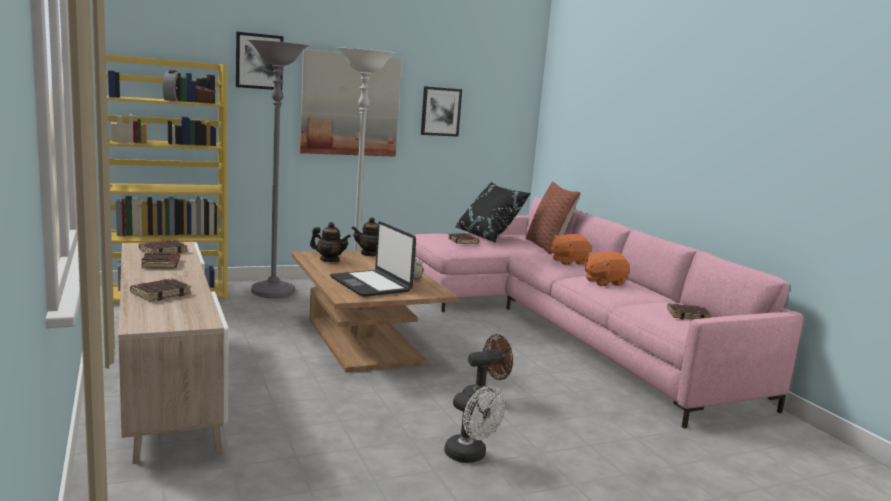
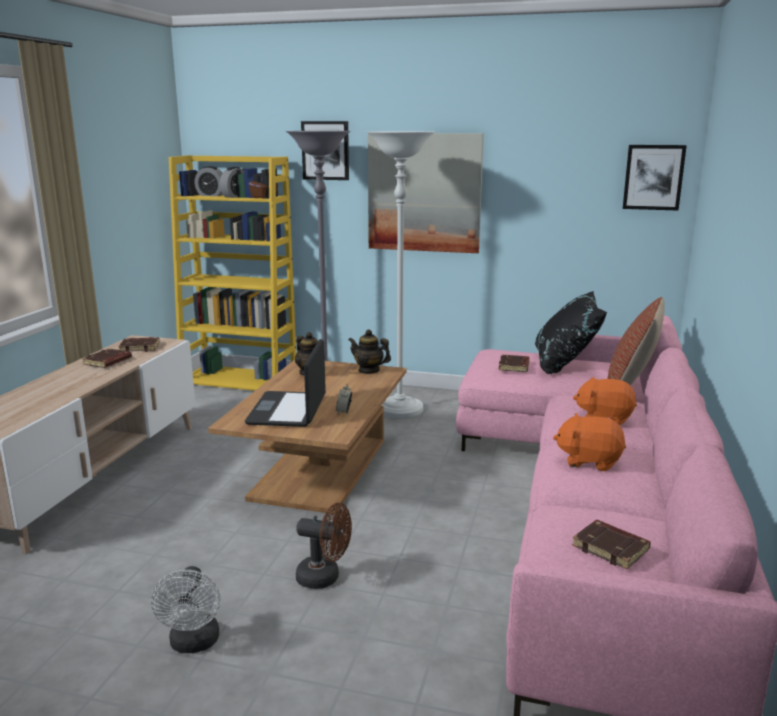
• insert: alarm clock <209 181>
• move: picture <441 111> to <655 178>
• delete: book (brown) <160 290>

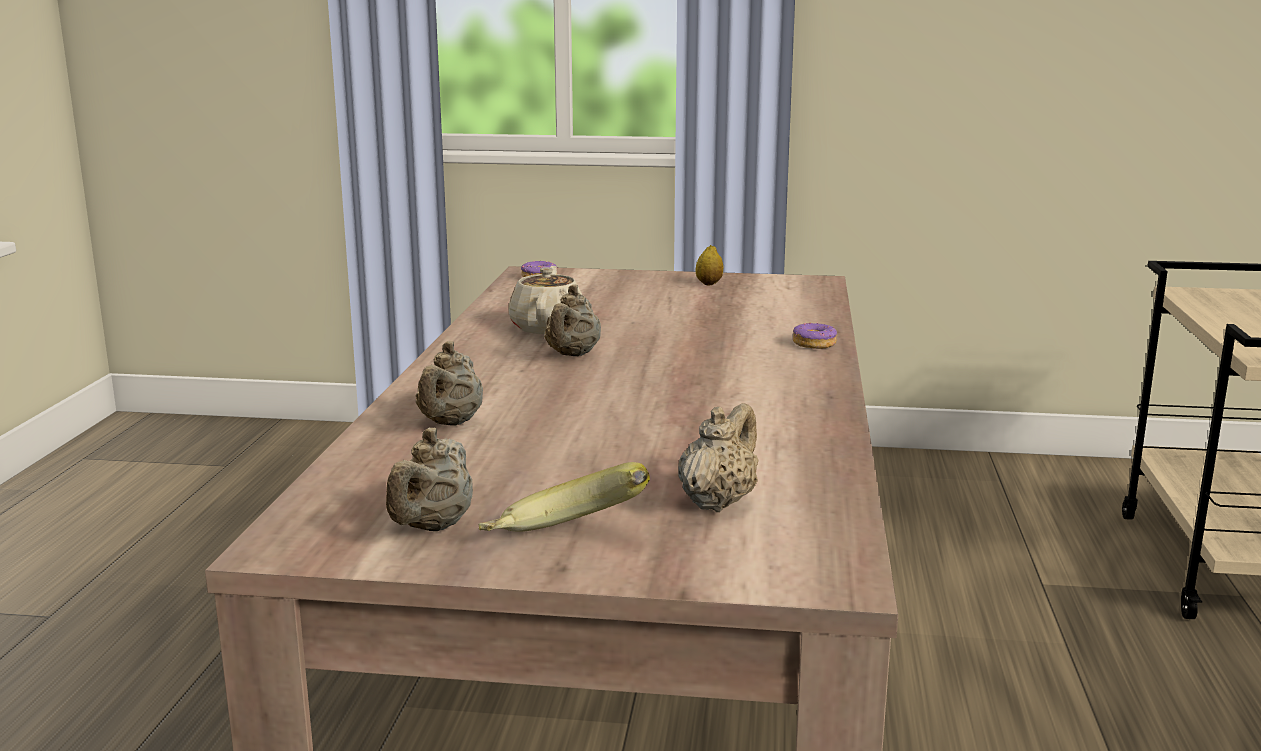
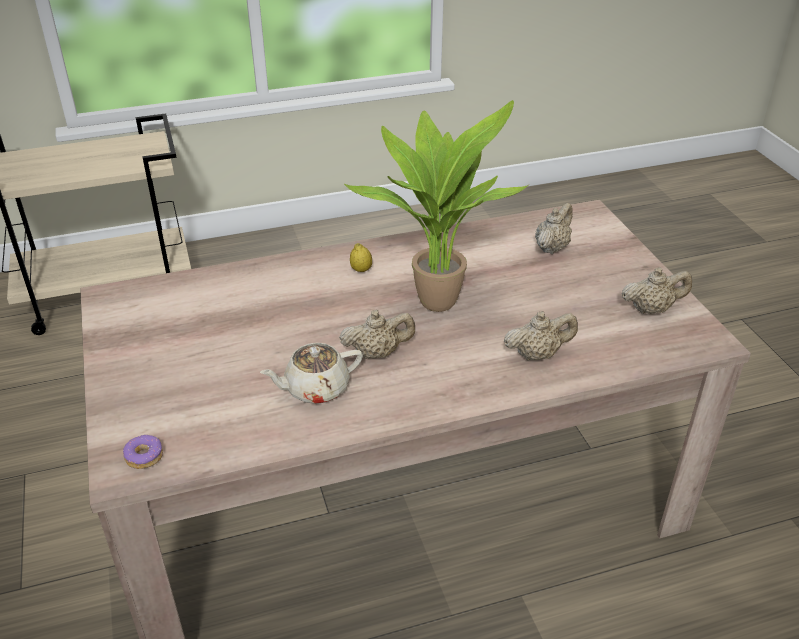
• insert: potted plant <436 206>
• move: lemon <710 265> to <361 257>
• rotate: teapot (beige) <718 457> = <554 228> 120 degrees clockwise
• delete: banana <564 497>
• delete: donut <815 336>

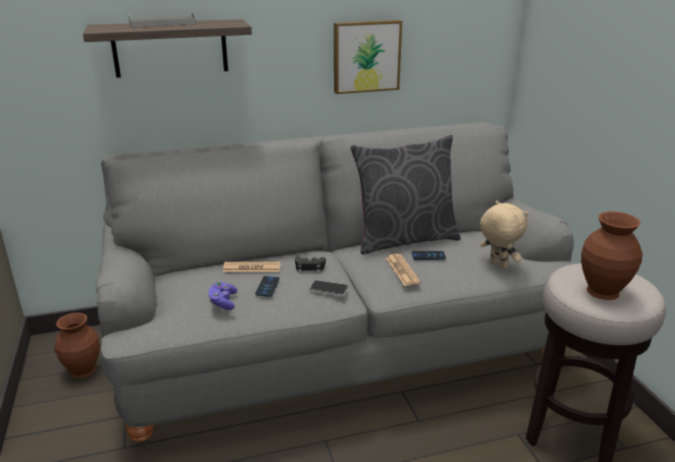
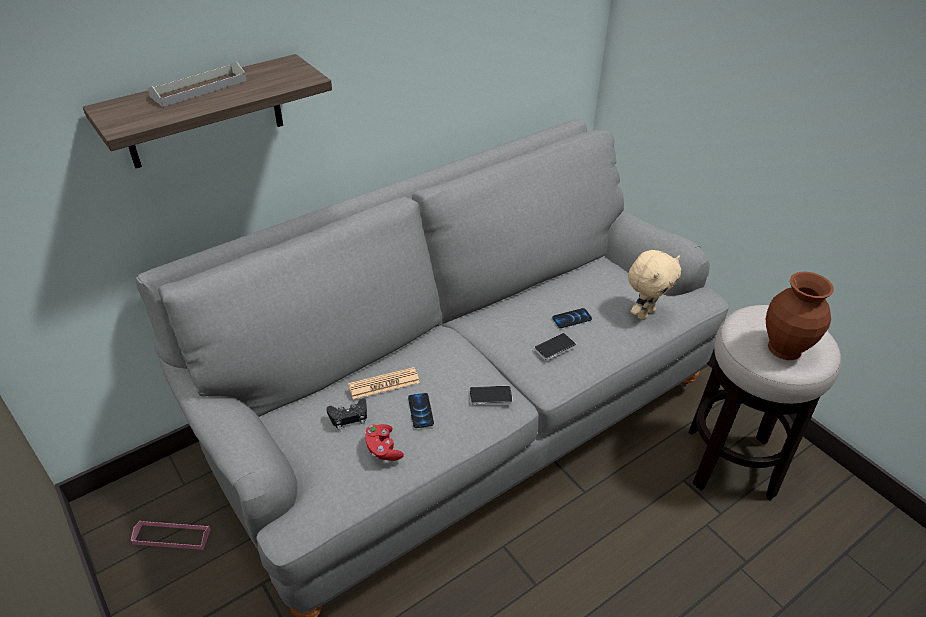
• replace: vase (brown) <77 345> to tray (pink) <171 535>
• move: game controller (black) <310 265> to <346 413>
• recolor: game controller (purple) <223 295> to game controller (red) <384 442>
• replace: newspaper <403 270> to phone <555 346>
• rotate: plush toy (beige) <504 234> = <654 285> 105 degrees clockwise
• delete: picture <368 57>
• delete: pillow (grey) <406 194>

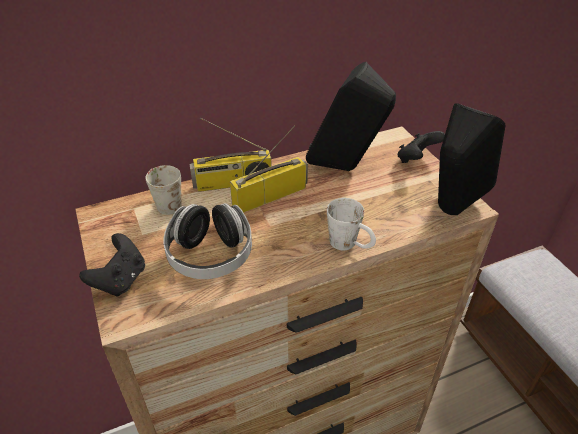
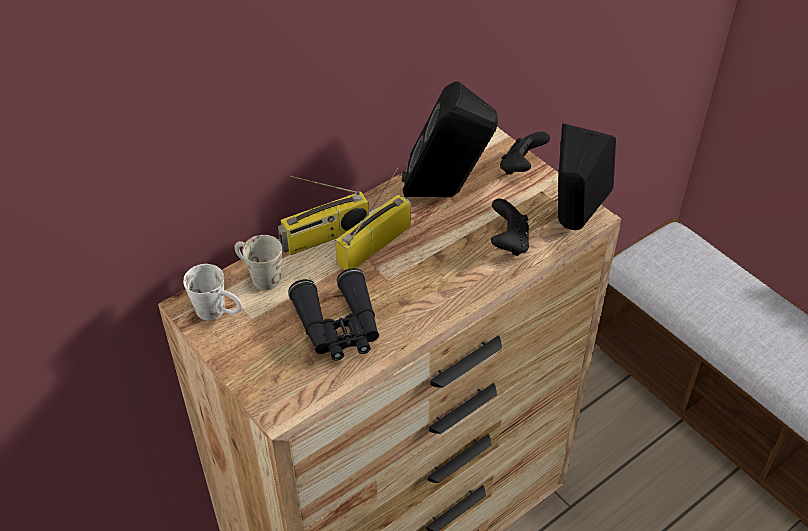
• move: mug (white) <351 224> to <213 292>
• replace: headphones <207 241> to binoculars (black) <333 314>
• move: game controller (black) <112 265> to <510 227>

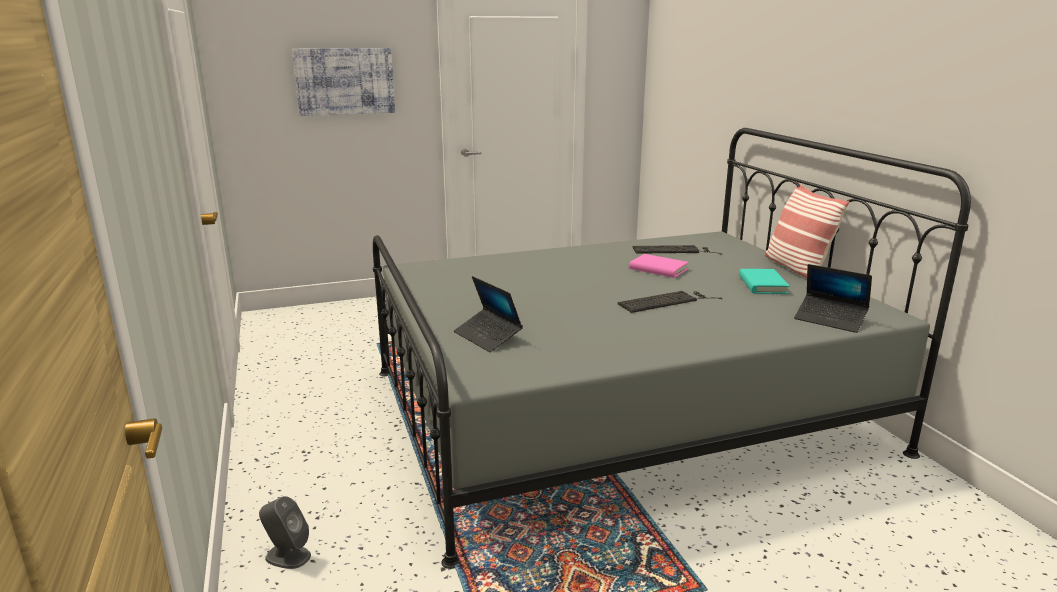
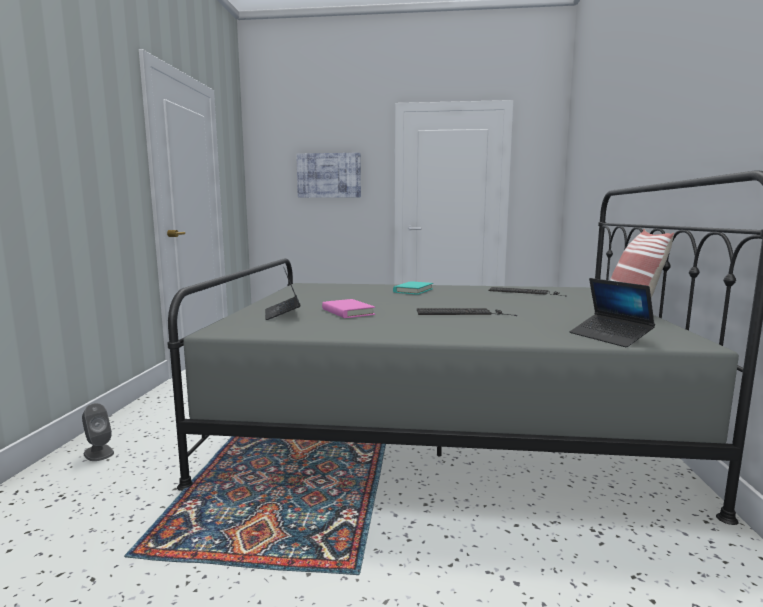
• move: book (pink) <658 266> to <348 308>
• move: book (turquoise) <764 281> to <413 288>

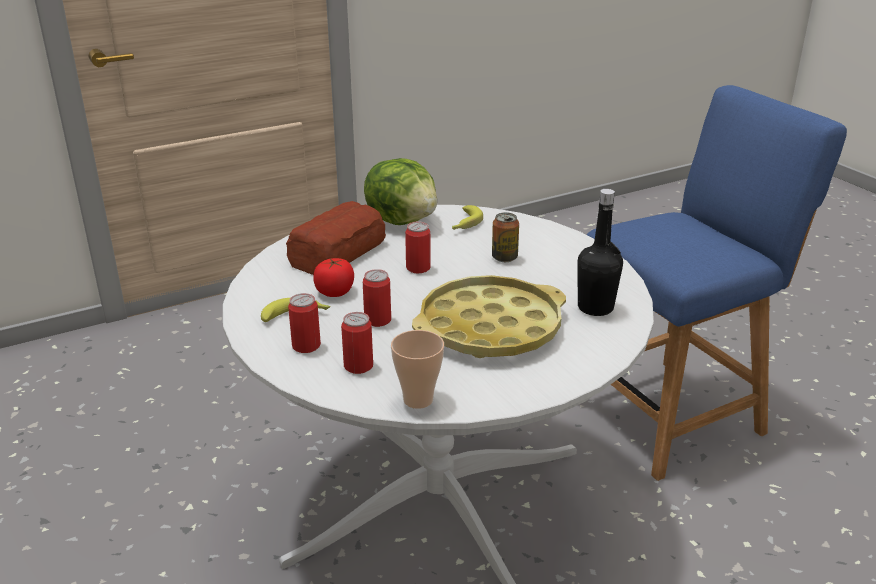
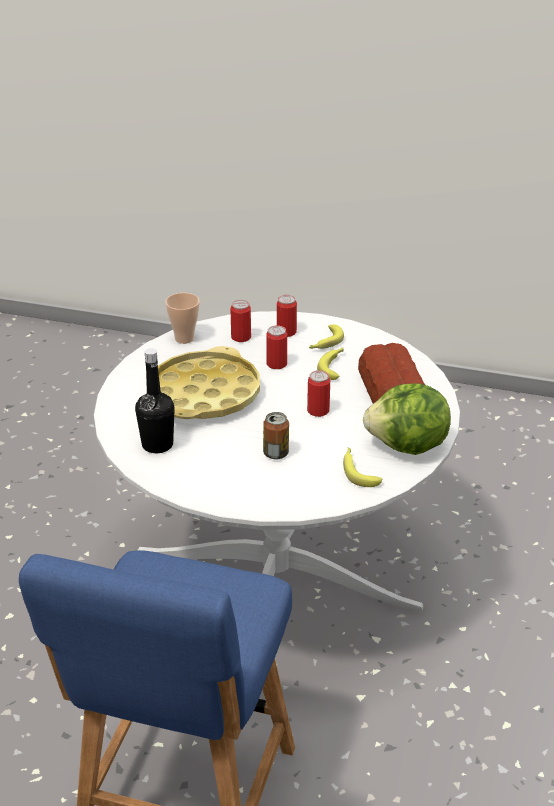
• replace: tomato <333 277> to banana <330 364>

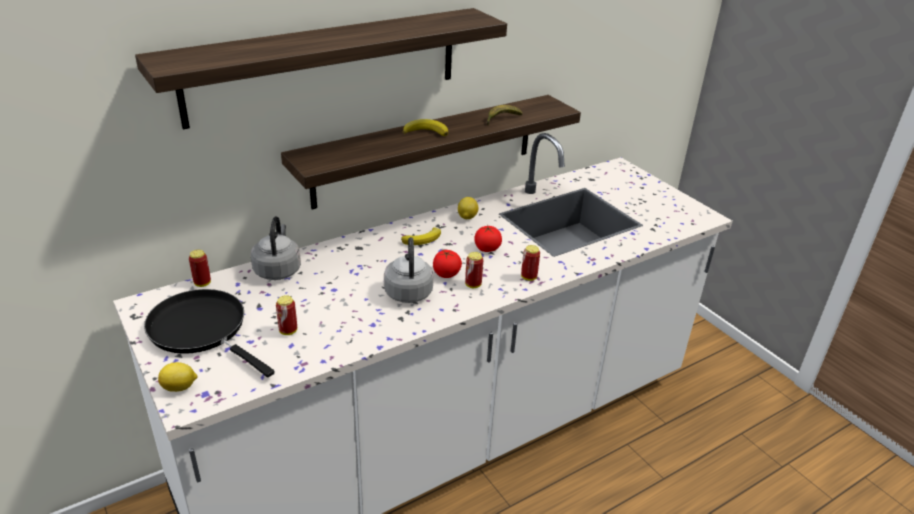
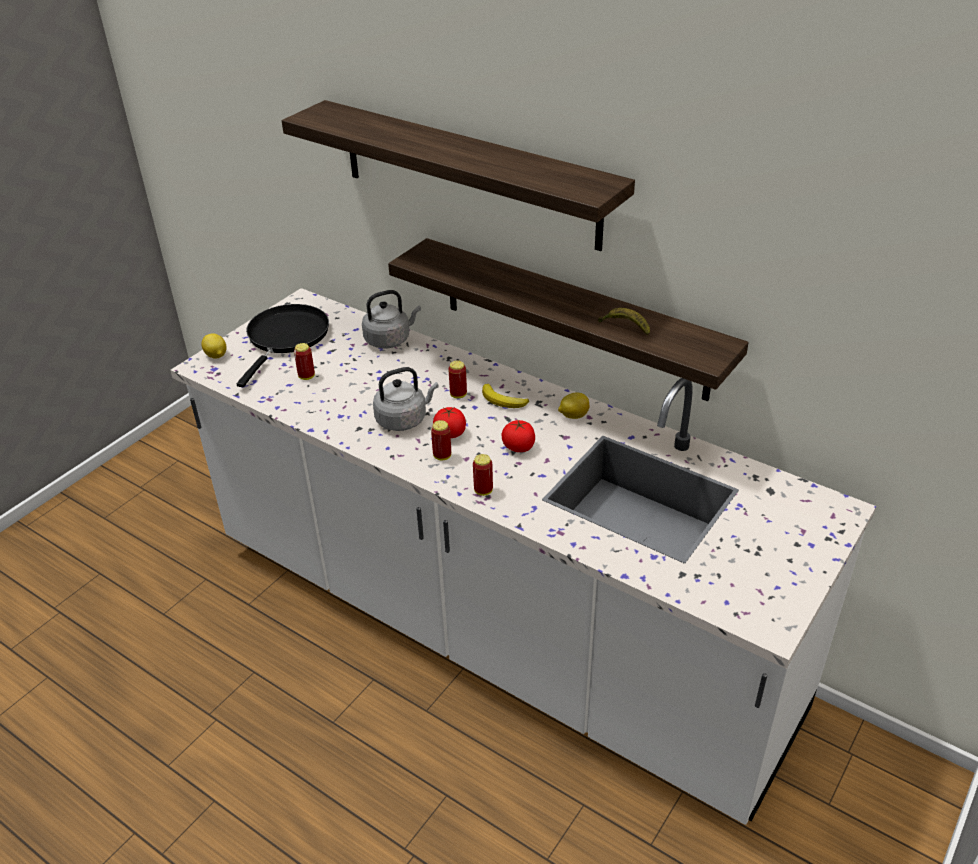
• move: can <200 268> to <457 379>
• delete: banana <425 127>

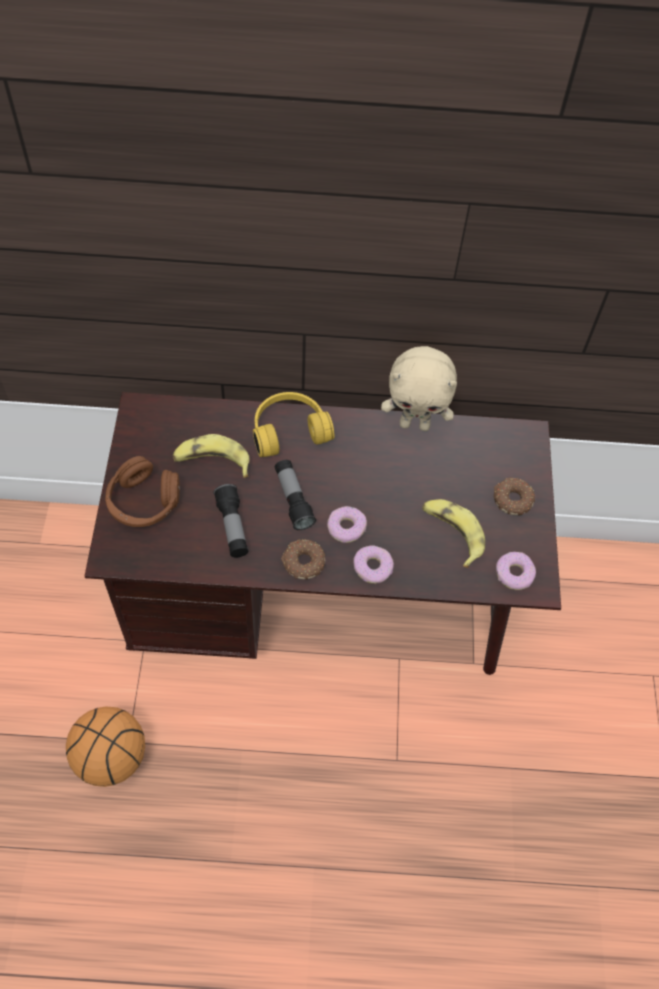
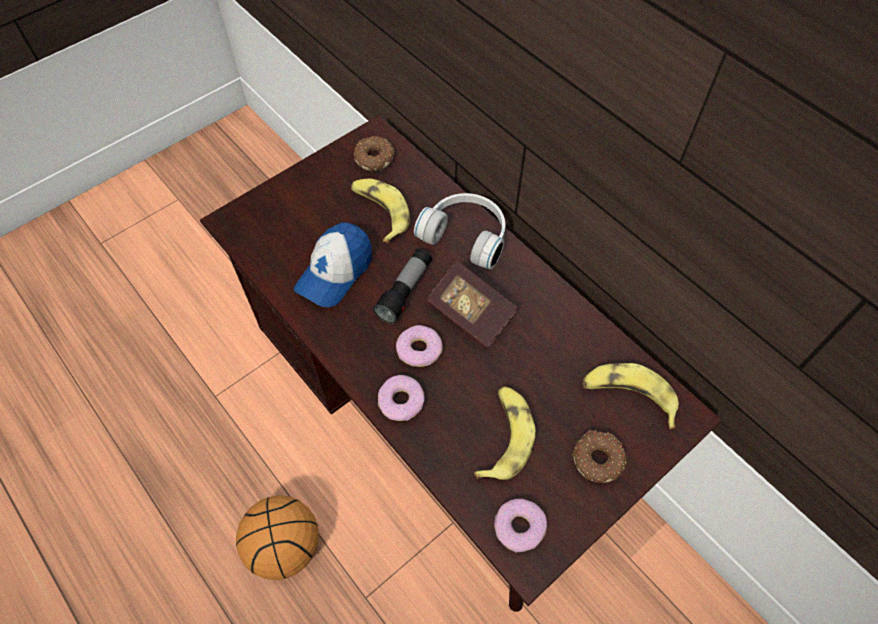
• move: basketball <105 747> to <277 537>
• replace: flashlight <231 521> to cap <333 264>
• move: donut <303 559> to <374 154>
• recolor: headphones (yellow) <293 424> to headphones (white) <459 231>
• insert: book <472 305>
• insert: banana <631 396>
• delete: headphones (brown) <142 491>
• delete: plush toy (beige) <419 388>

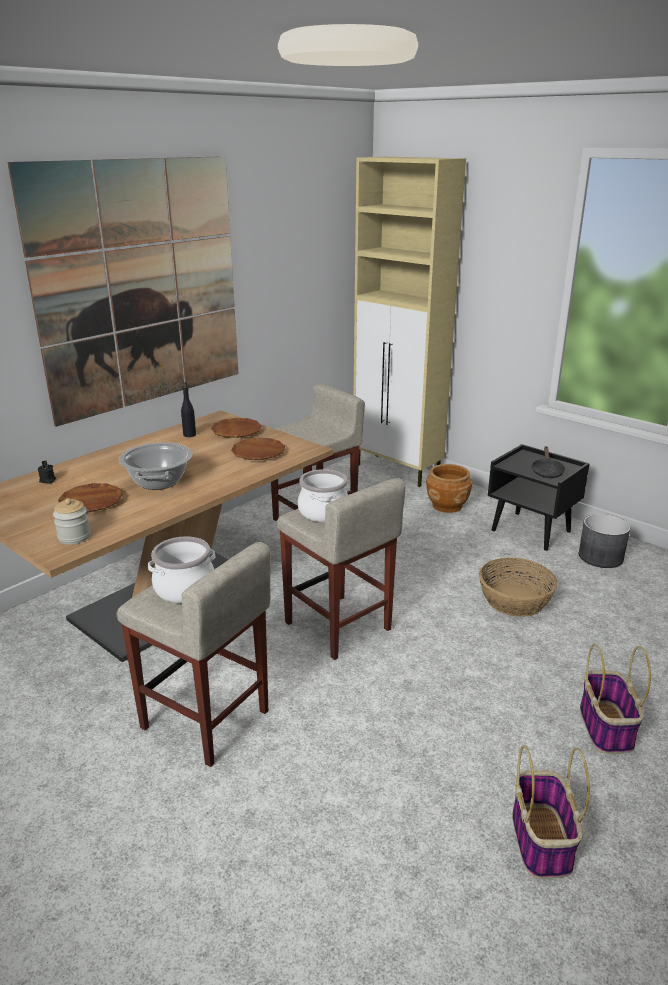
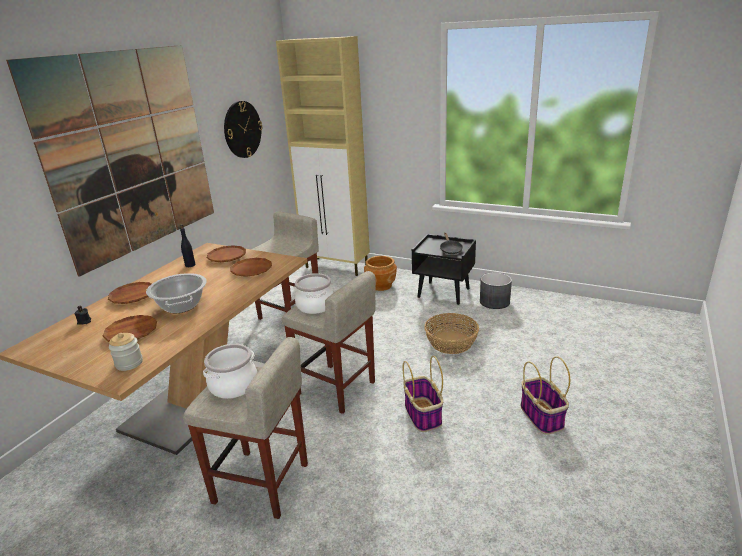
• insert: plate (brown) <129 293>
• insert: wall clock <243 129>
• move: basket <551 812> to <423 394>

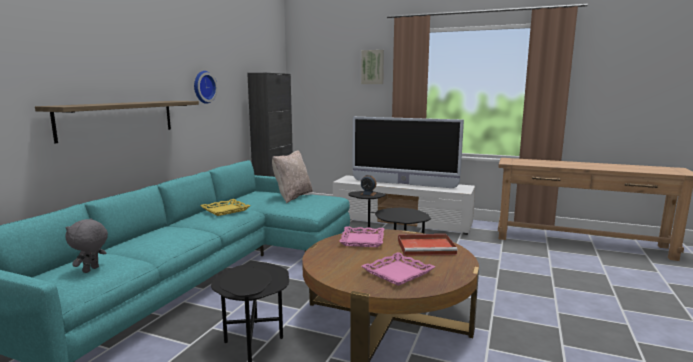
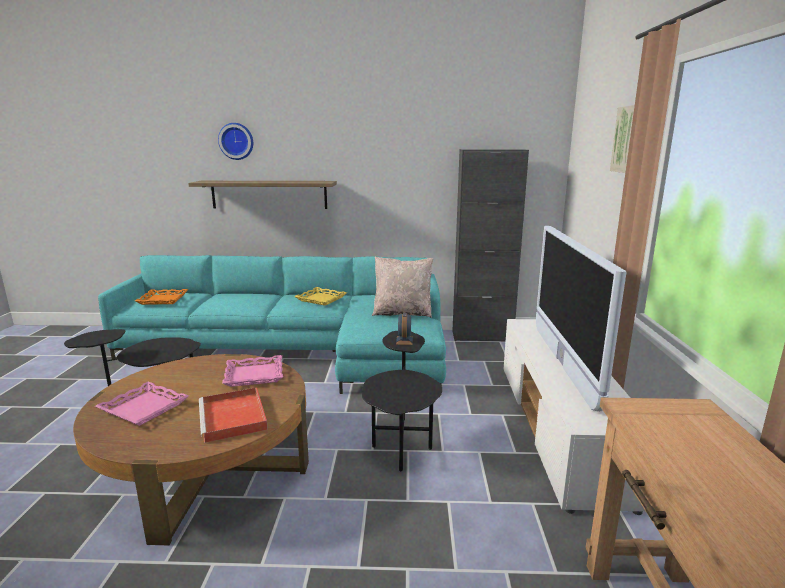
• replace: plush toy (grey) <87 245> to tray (orange) <161 297>
• move: wall clock <206 87> to <235 141>

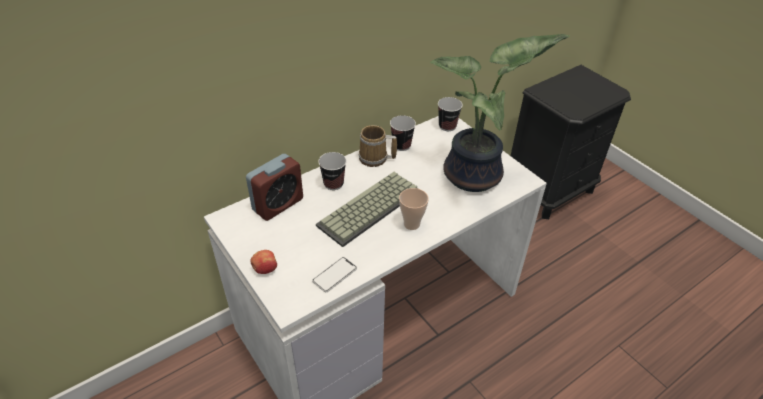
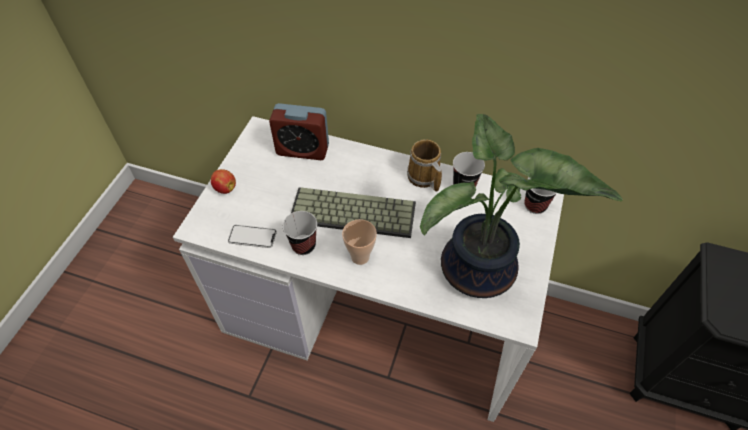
• move: cup <332 171> to <300 233>

